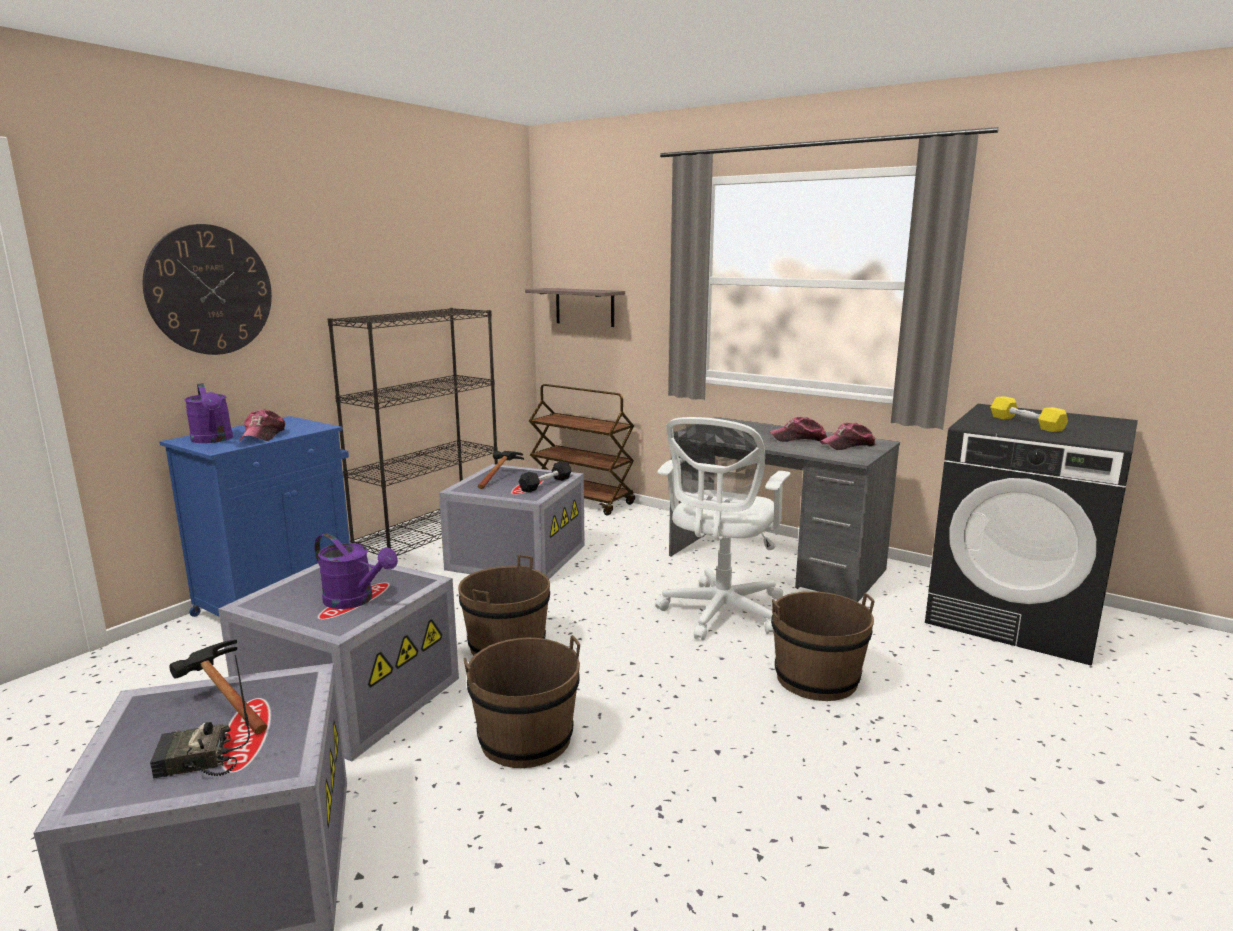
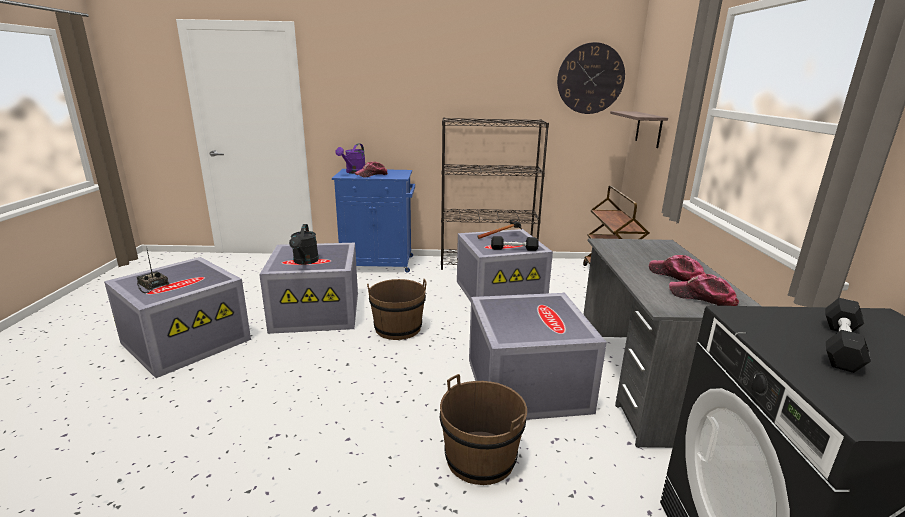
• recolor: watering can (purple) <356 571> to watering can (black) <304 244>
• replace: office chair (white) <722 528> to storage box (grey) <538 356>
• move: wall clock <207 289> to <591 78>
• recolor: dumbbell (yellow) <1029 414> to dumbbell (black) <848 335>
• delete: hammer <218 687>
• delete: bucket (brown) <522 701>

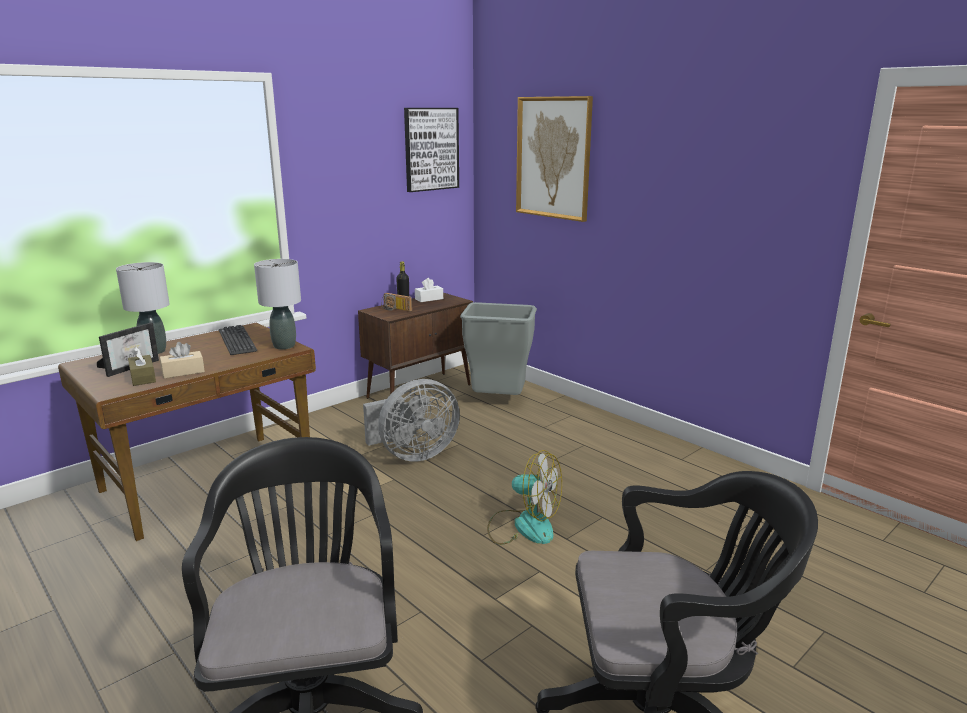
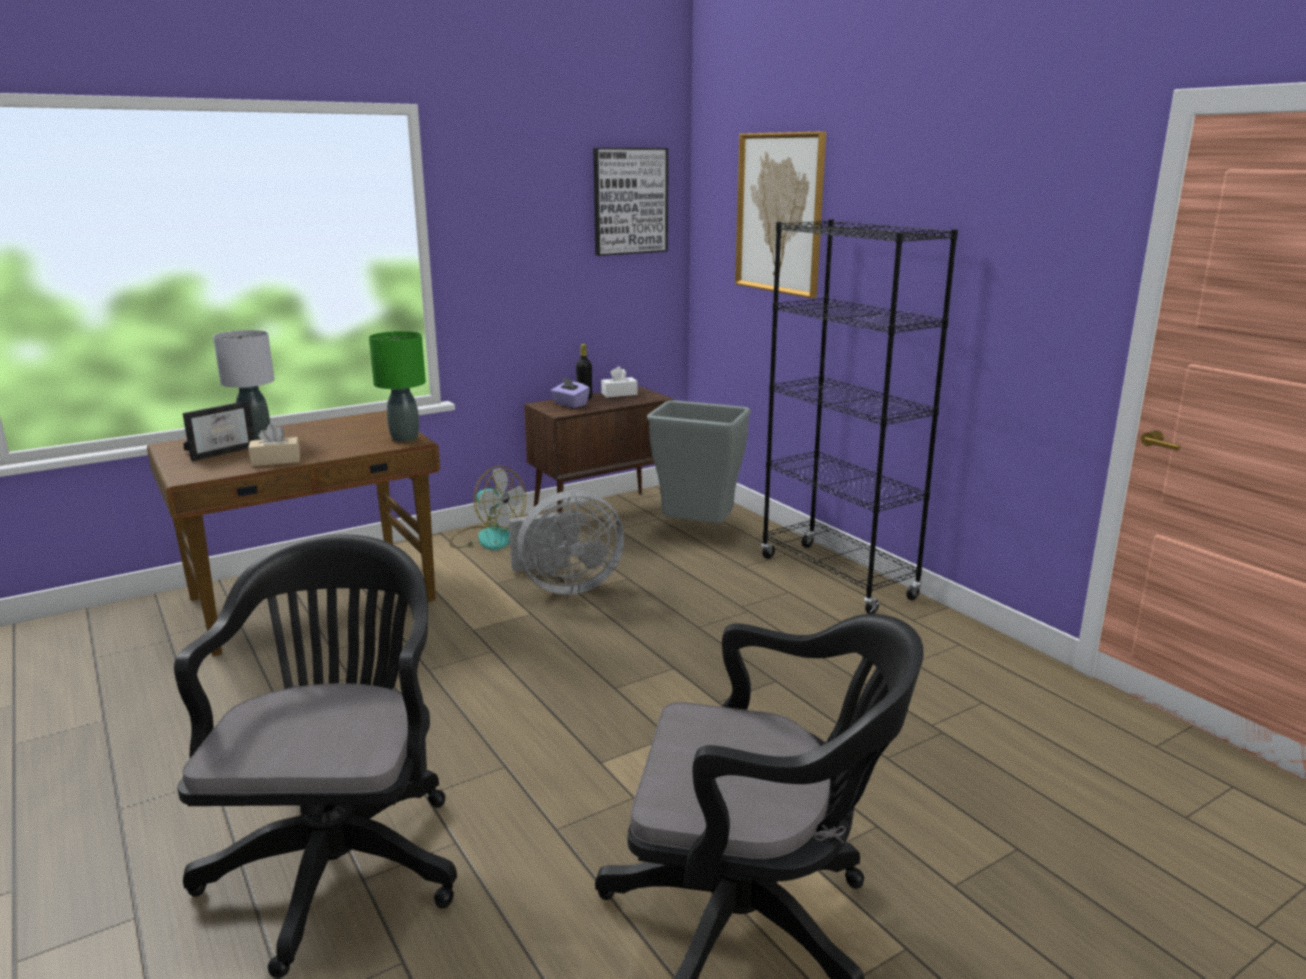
• recolor: table lamp (grey) <277 304> to table lamp (green) <397 386>
• move: fan <524 497> to <488 508>
• replace: radio <396 302> to tissue box (purple) <570 392>
• insert: bookcase (black) <859 416>
• delete: tissue box (brown) <142 366>
• delete: keyboard <238 340>

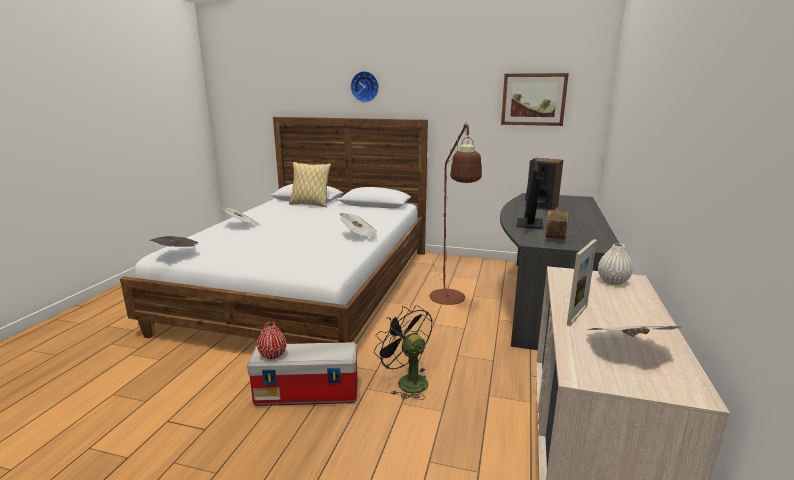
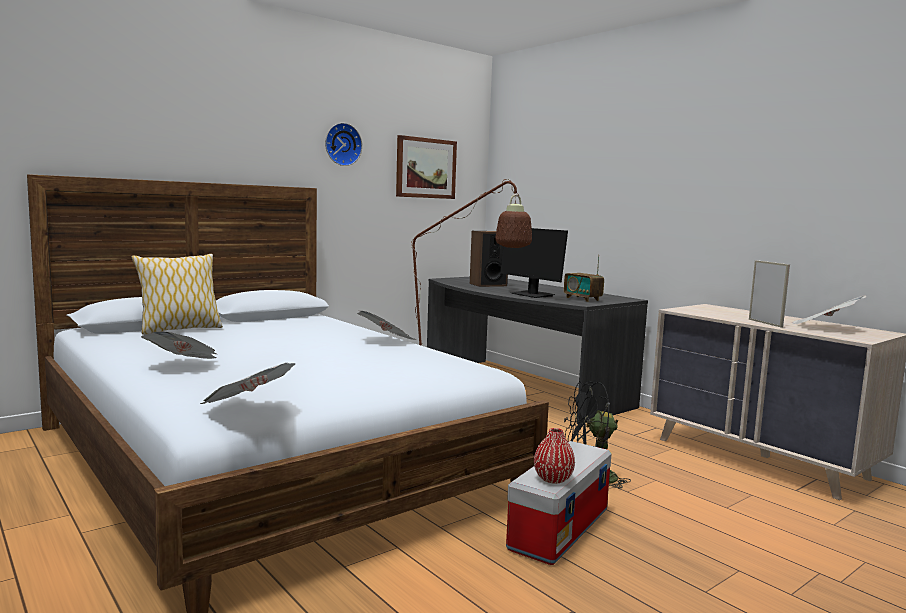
• move: wall clock <365 87> to <343 144>
• delete: vase (white) <615 264>

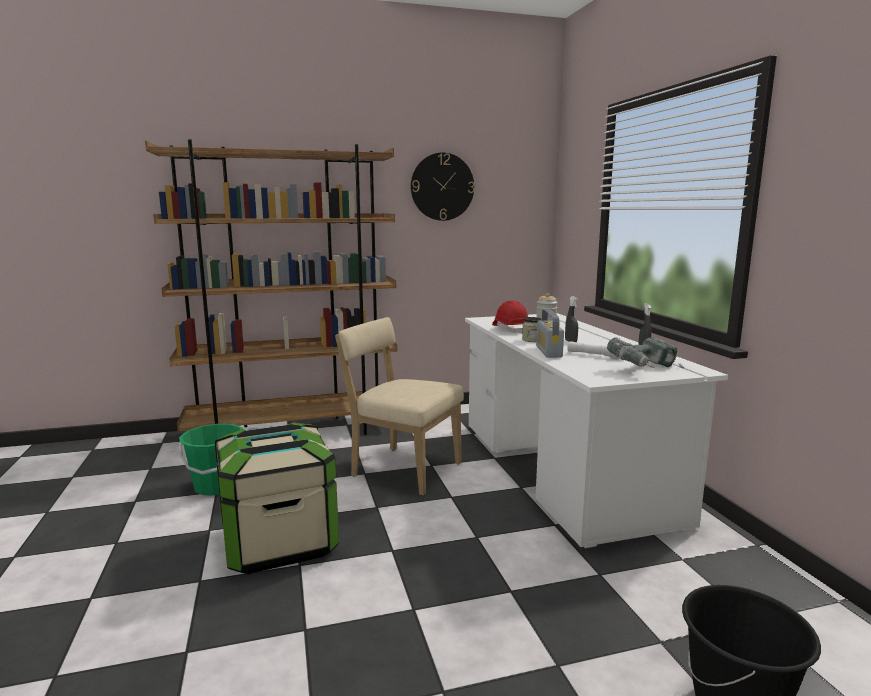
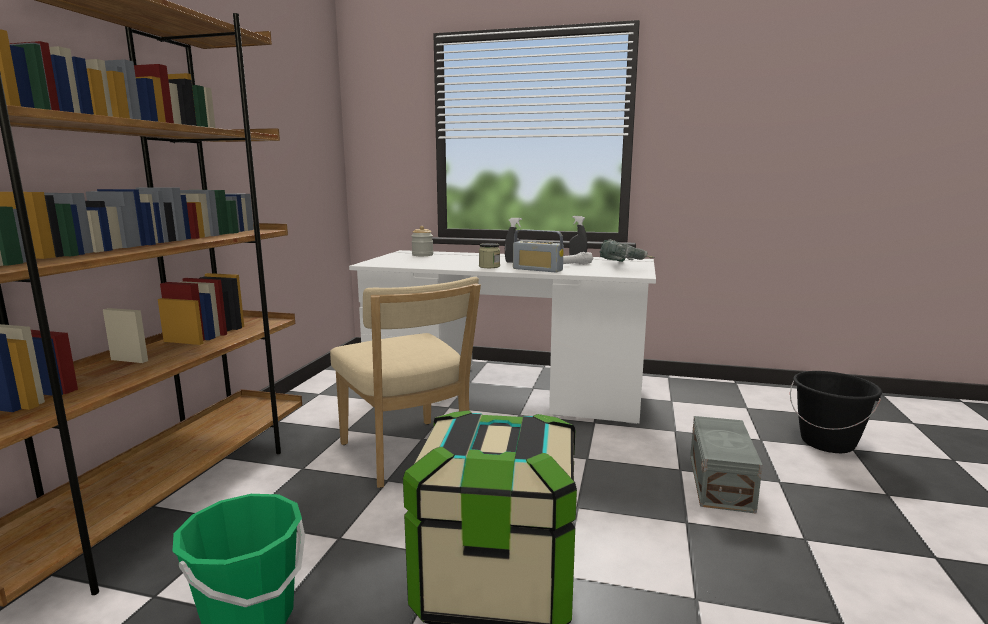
• rotate: chair (beige) <399 406> = <405 382> 90 degrees counterclockwise
• insert: storage box (grey) <726 465>
• delete: wall clock <443 186>
• delete: hard hat (red) <510 317>

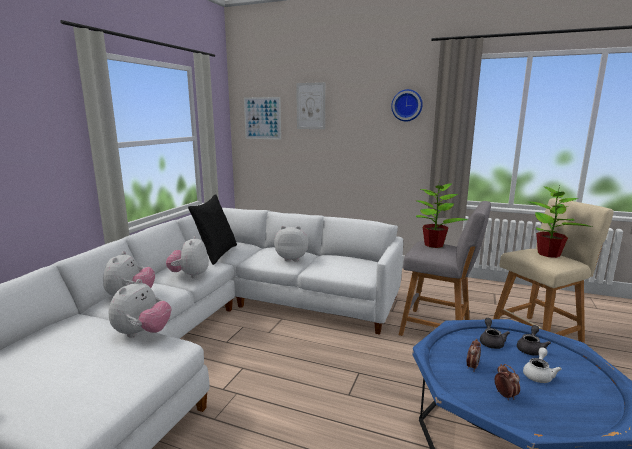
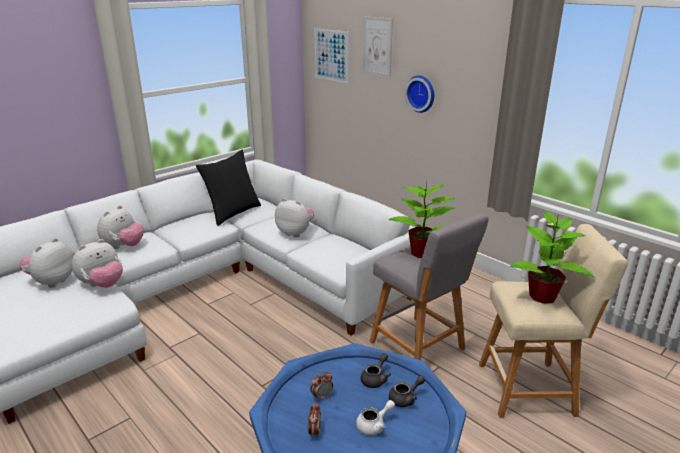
• move: plush toy <187 257> to <46 263>
• move: wall clock <407 105> to <419 94>

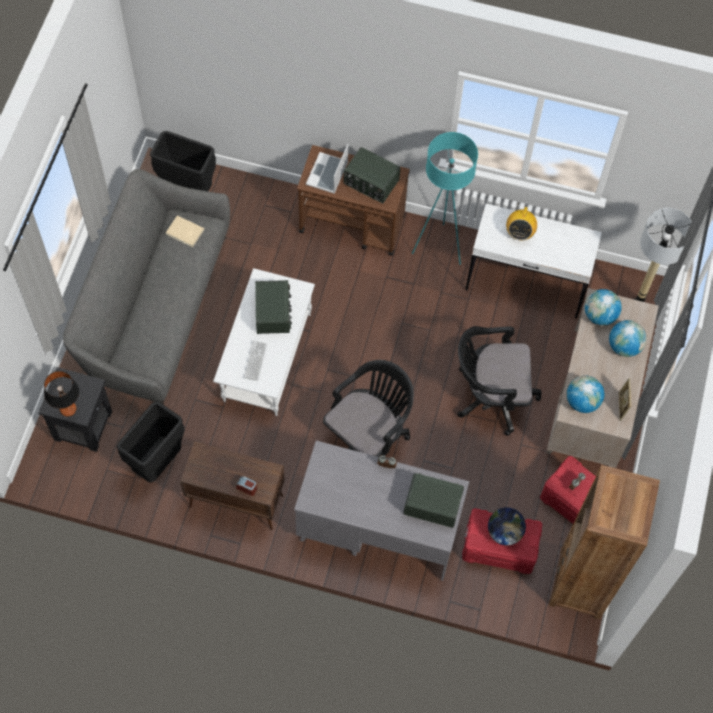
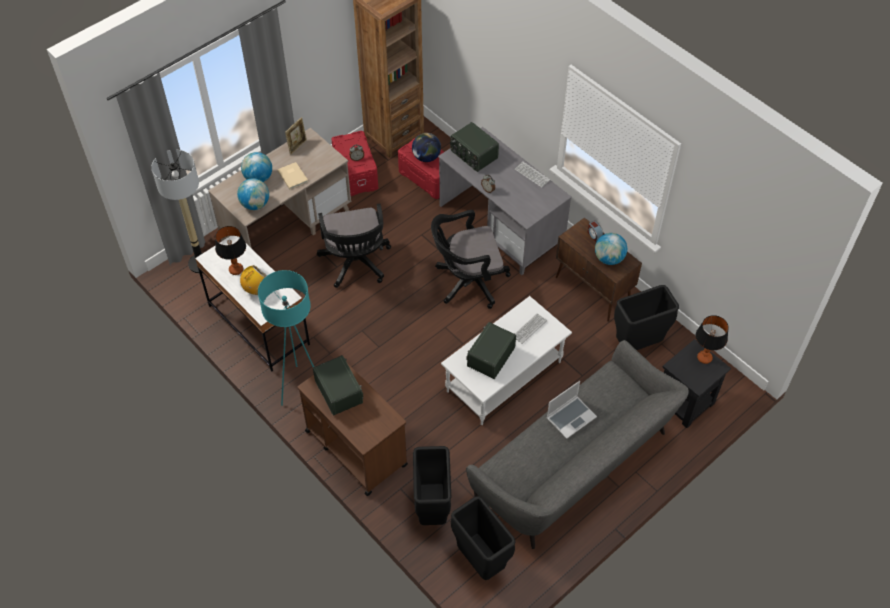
• insert: table lamp <230 250>
• move: book (beige) <185 231> to <292 176>
• rotate: office chair (black) <499 381> = <354 245> 45 degrees clockwise
• insert: trash can (black) <432 485>
• insert: keyboard <532 174>
• move: laptop <327 169> to <572 410>
• move: globe <585 394> to <611 249>

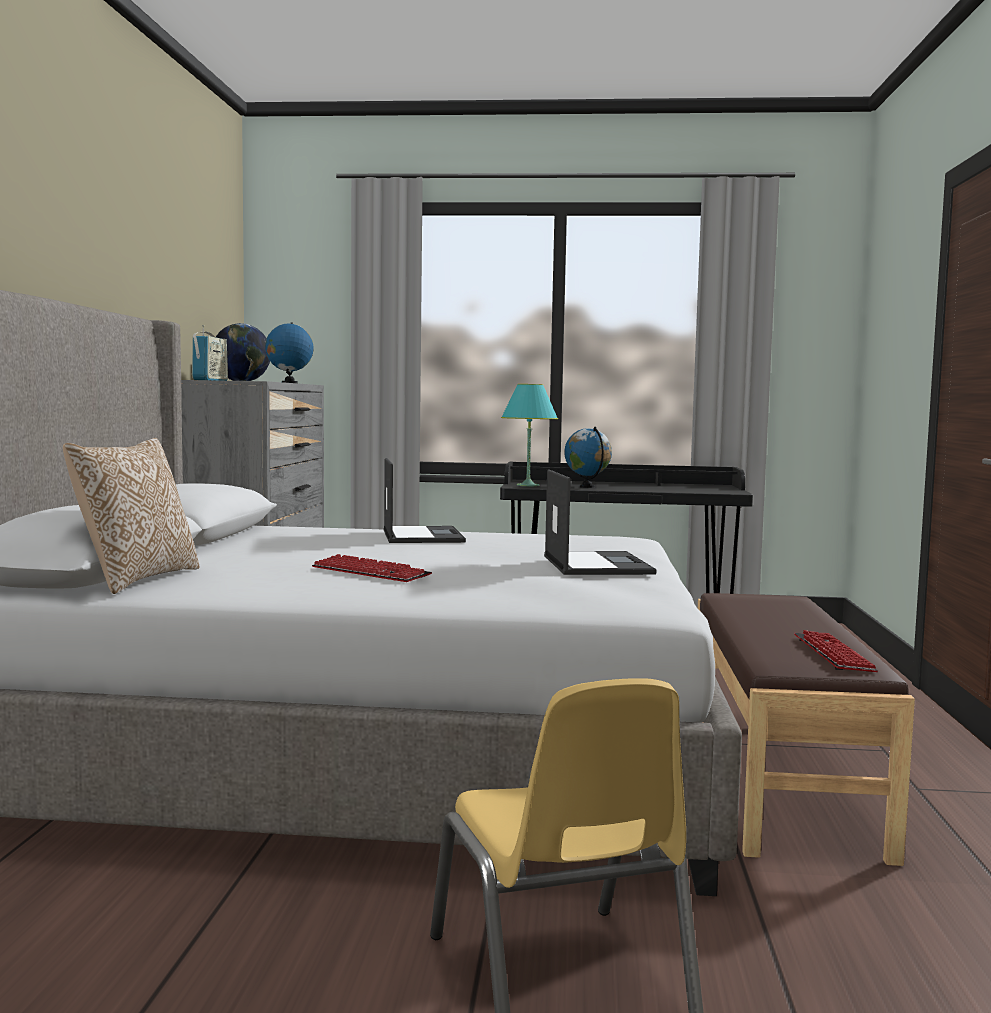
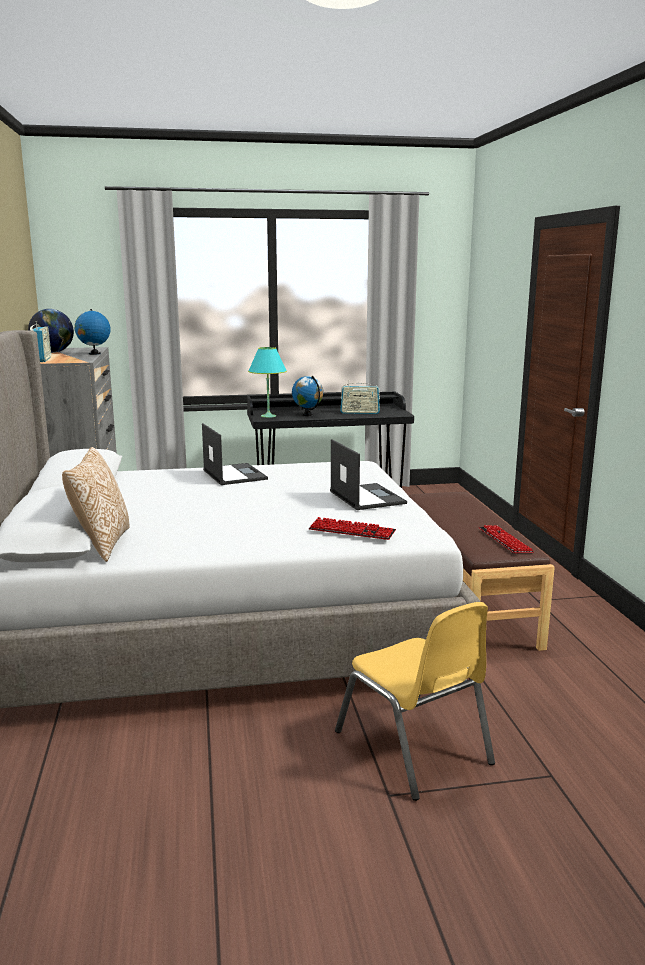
• move: keyboard <372 568> to <352 528>
• insert: radio <360 397>

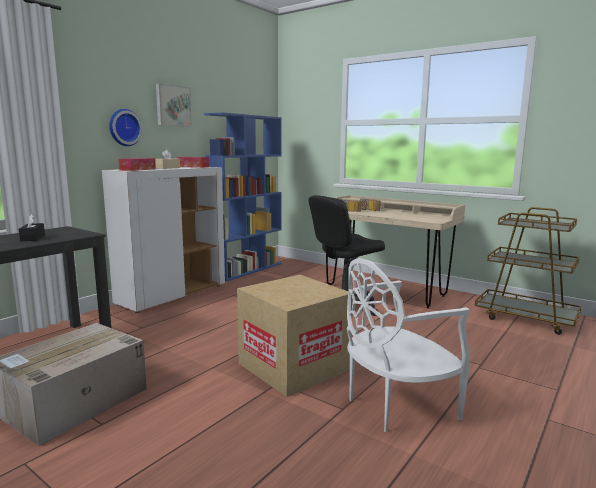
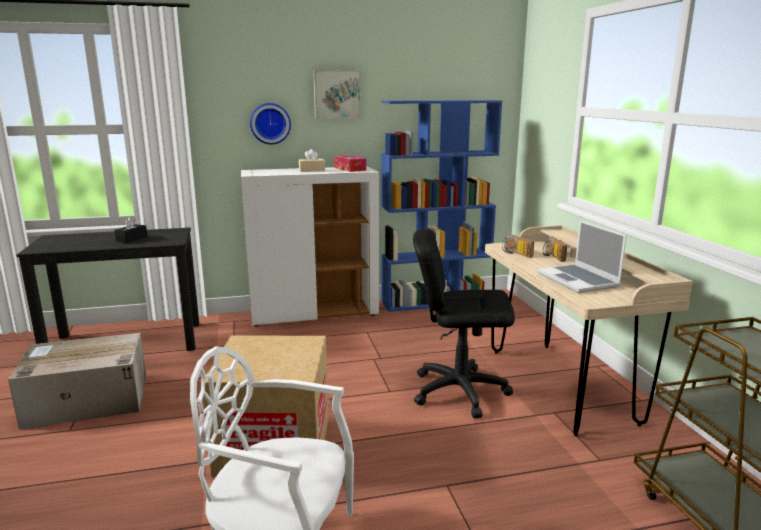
• insert: laptop <582 256>
• delete: tissue box <137 164>

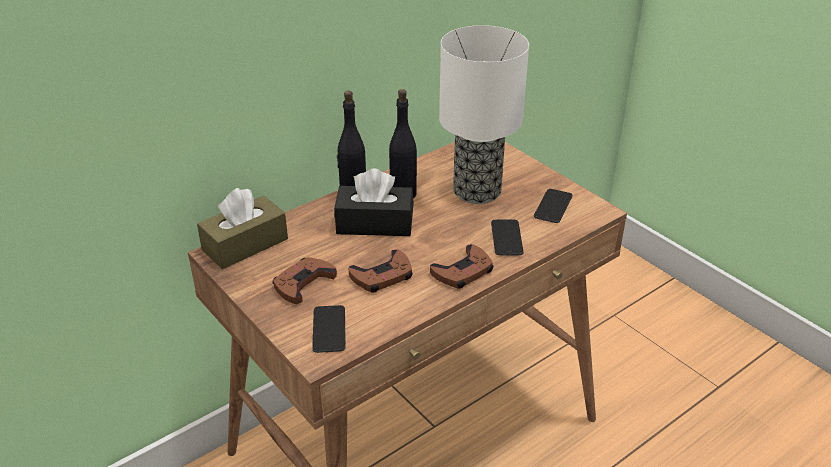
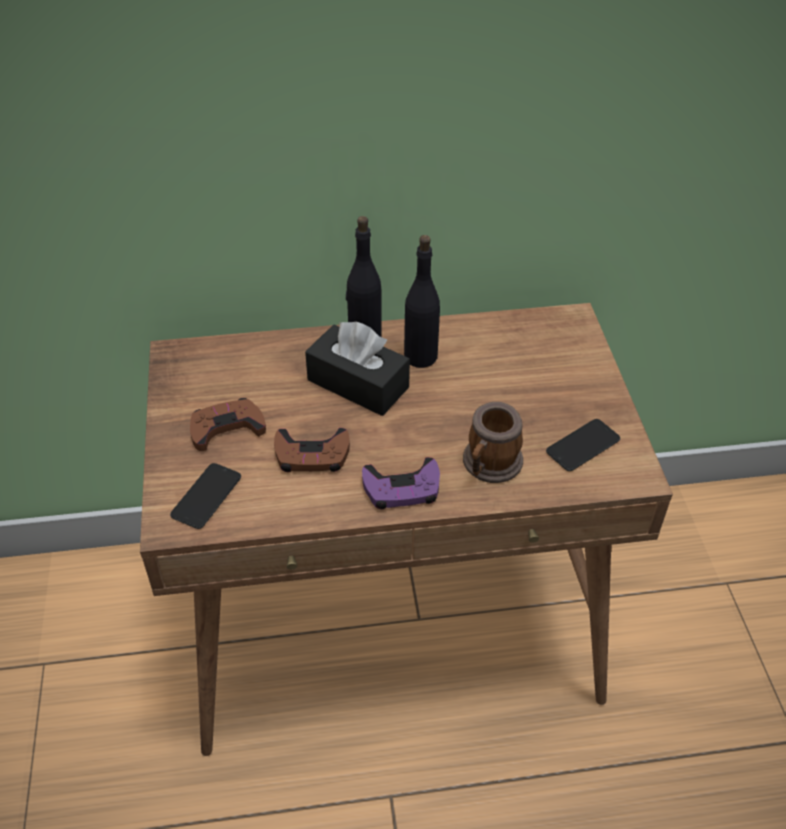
• recolor: game controller (brown) <461 266> to game controller (purple) <401 483>
• replace: phone <507 237> to mug <493 442>
• delete: tissue box (brown) <242 228>
• delete: table lamp <484 114>

